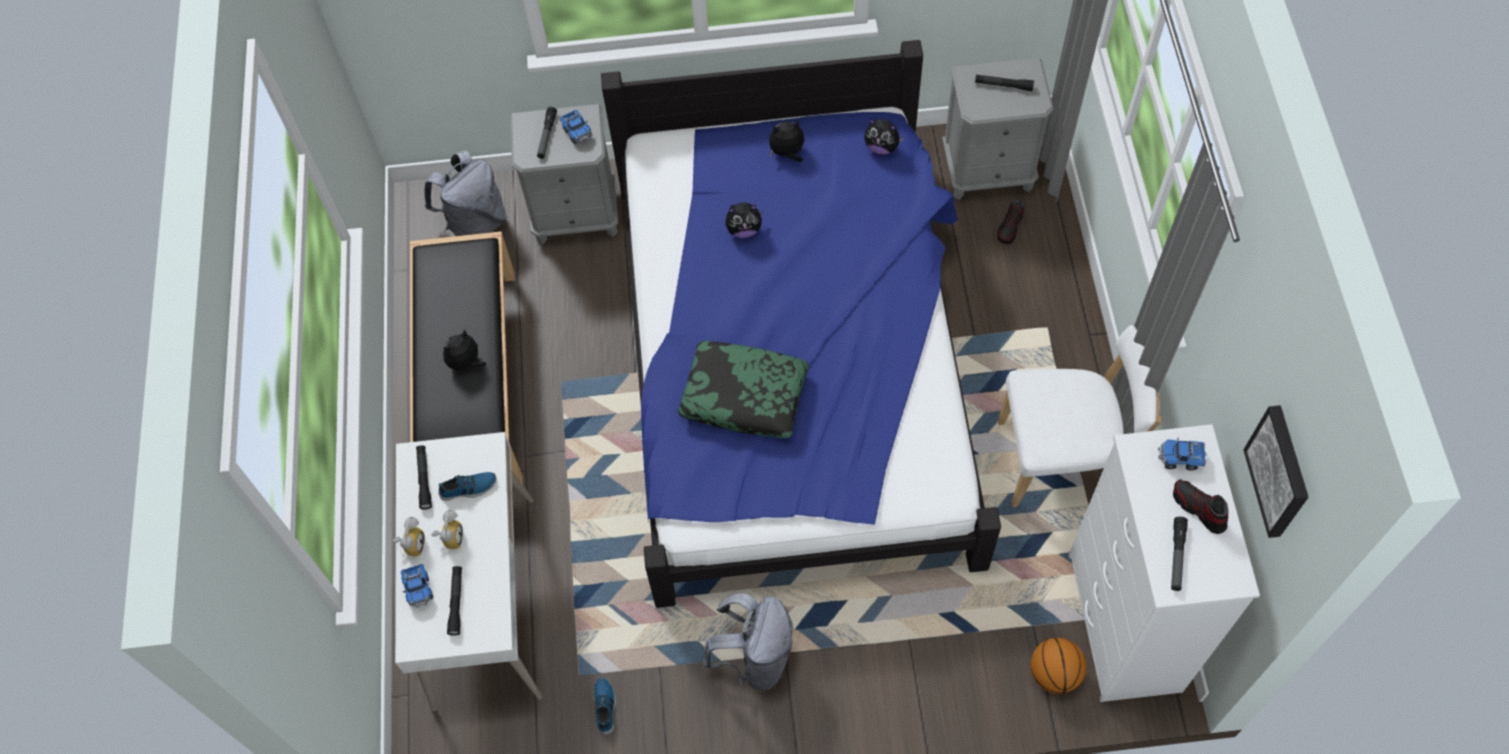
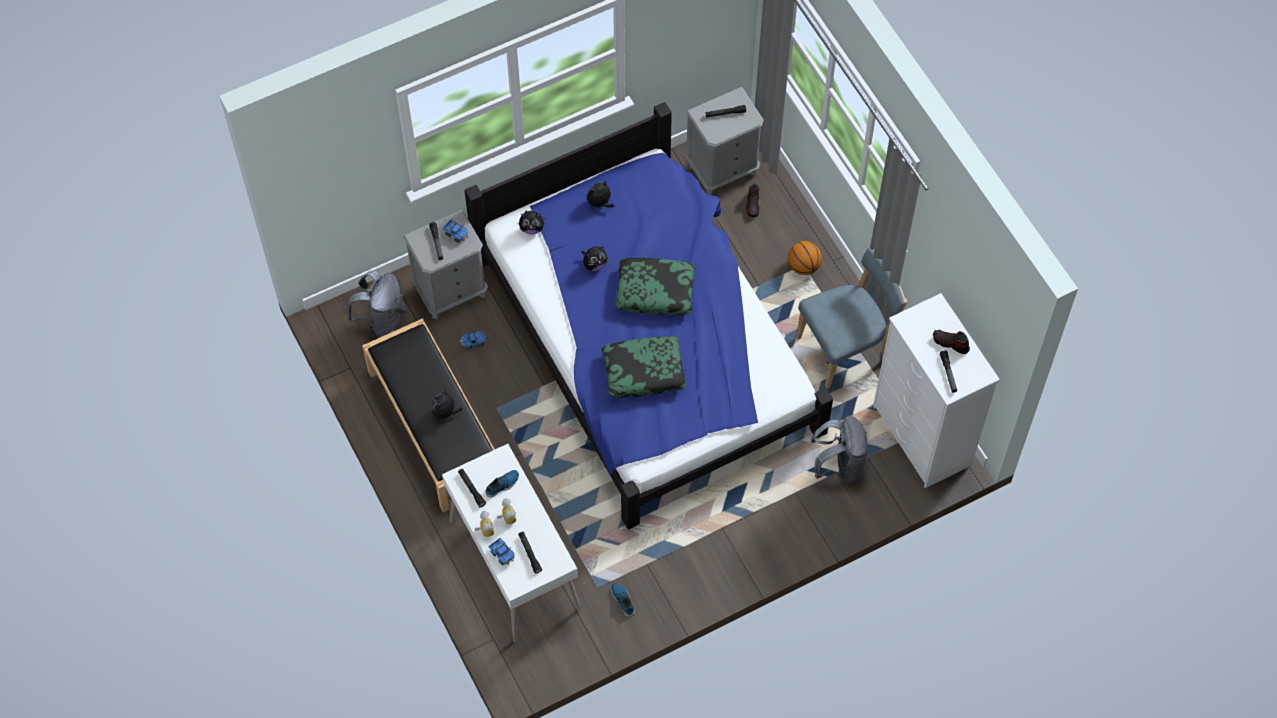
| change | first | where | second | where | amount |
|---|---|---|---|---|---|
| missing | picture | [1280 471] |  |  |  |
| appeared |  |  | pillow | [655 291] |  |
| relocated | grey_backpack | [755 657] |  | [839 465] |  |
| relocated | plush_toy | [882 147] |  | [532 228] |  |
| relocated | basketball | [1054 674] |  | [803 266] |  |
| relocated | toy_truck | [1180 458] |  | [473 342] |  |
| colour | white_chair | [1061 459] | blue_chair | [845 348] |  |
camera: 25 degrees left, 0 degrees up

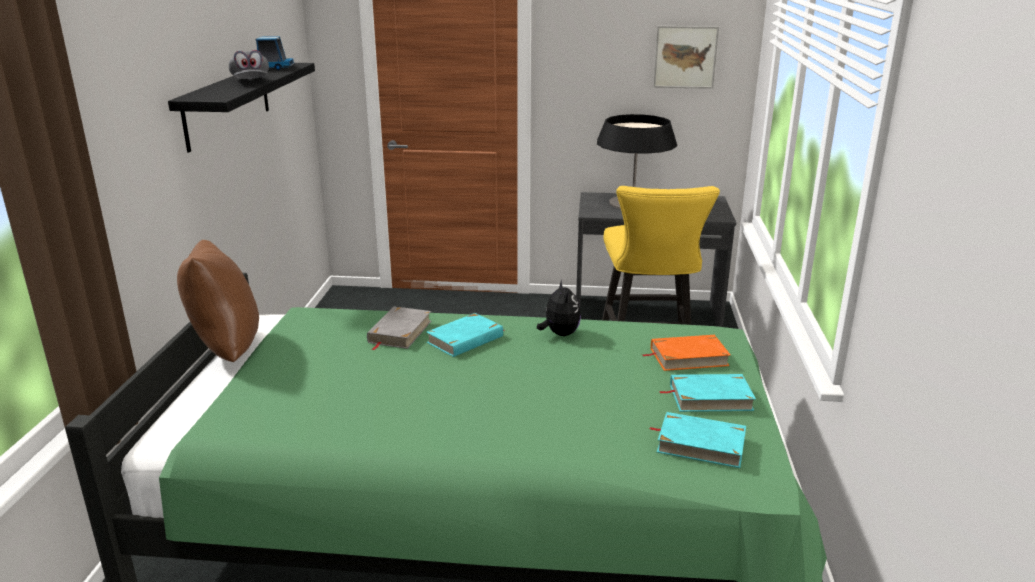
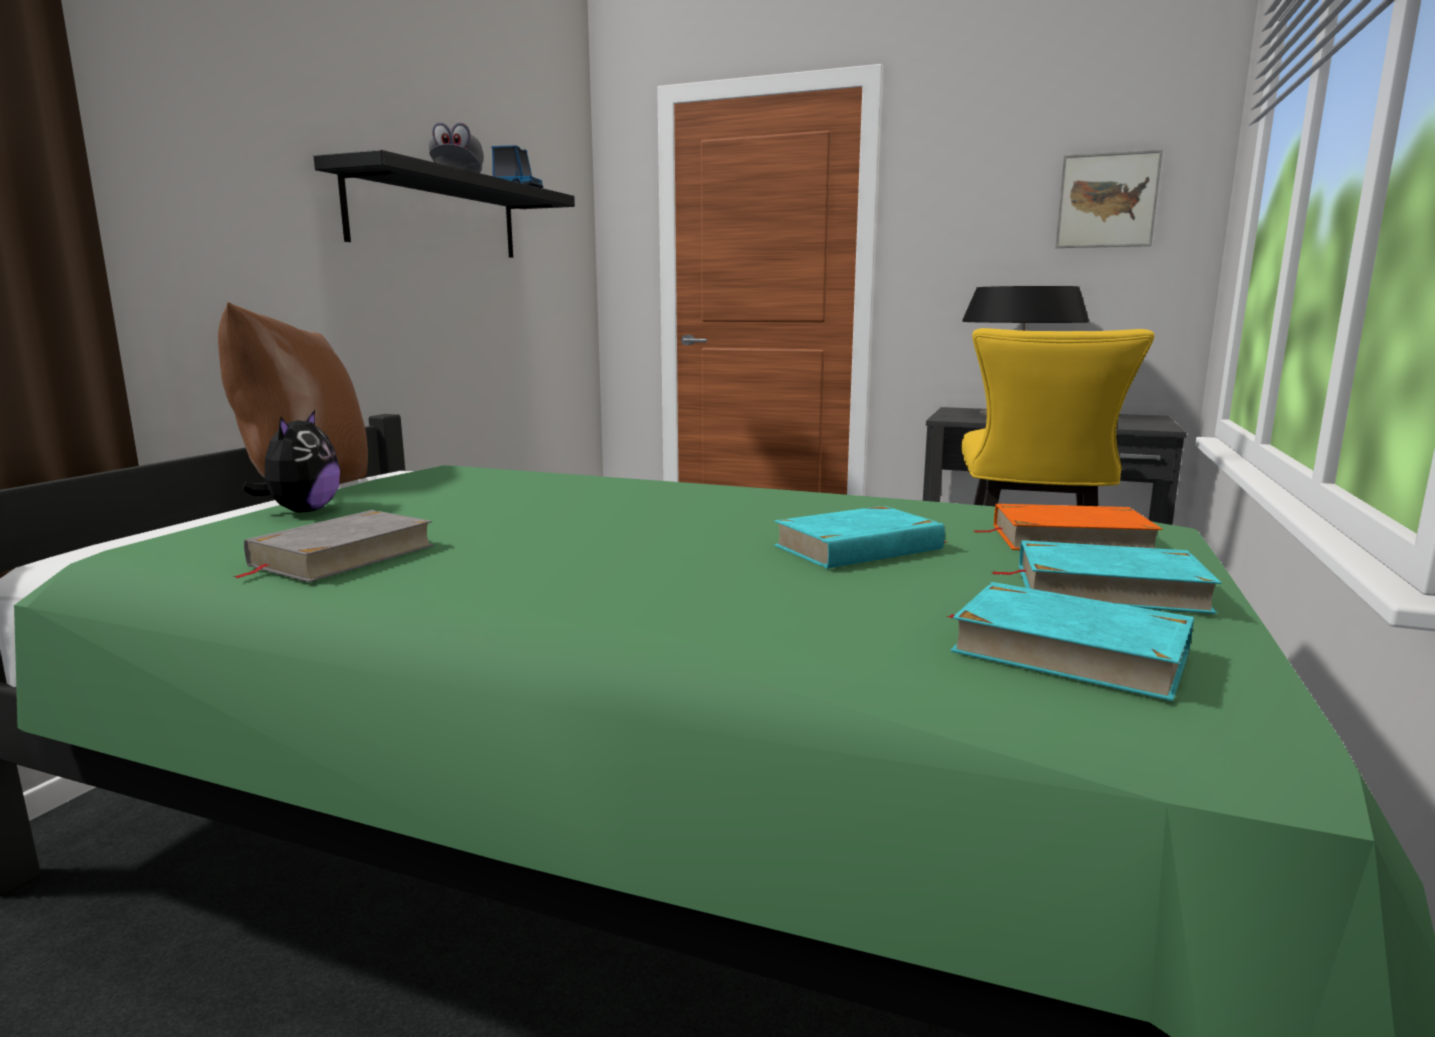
| change | first | where | second | where | amount |
|---|---|---|---|---|---|
| relocated | grey_book | [399 332] |  | [342 555] |  |
| relocated | turquoise_book | [465 339] |  | [859 548] |  |
| relocated | plush_toy | [559 334] |  | [302 511] |  |
camera: 15 degrees right, 10 degrees down

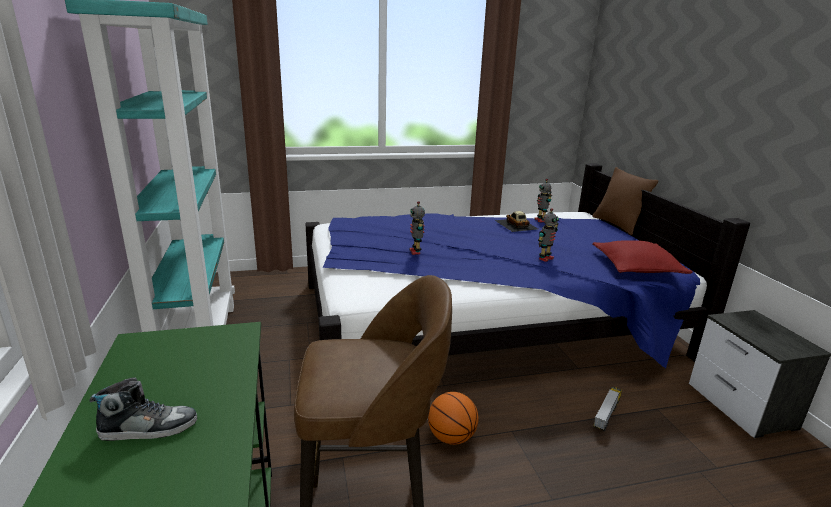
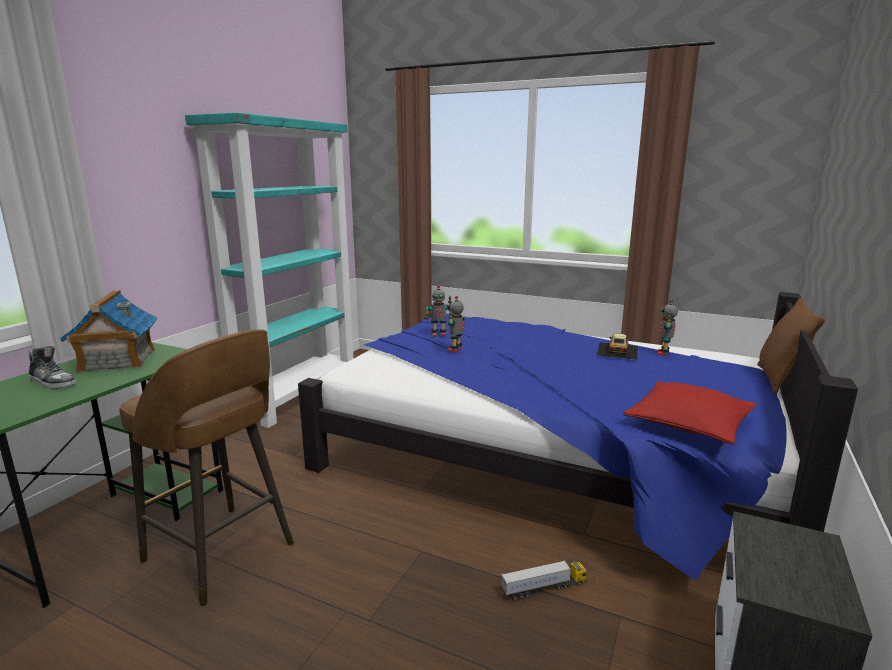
| change | first | where | second | where | amount |
|---|---|---|---|---|---|
| missing | basketball | [451 437] |  |  |  |
| appeared |  |  | toy_house | [117 361] |  |
| relocated | toy_robot | [545 258] |  | [438 334] |  |
camera: 40 degrees right, 5 degrees down

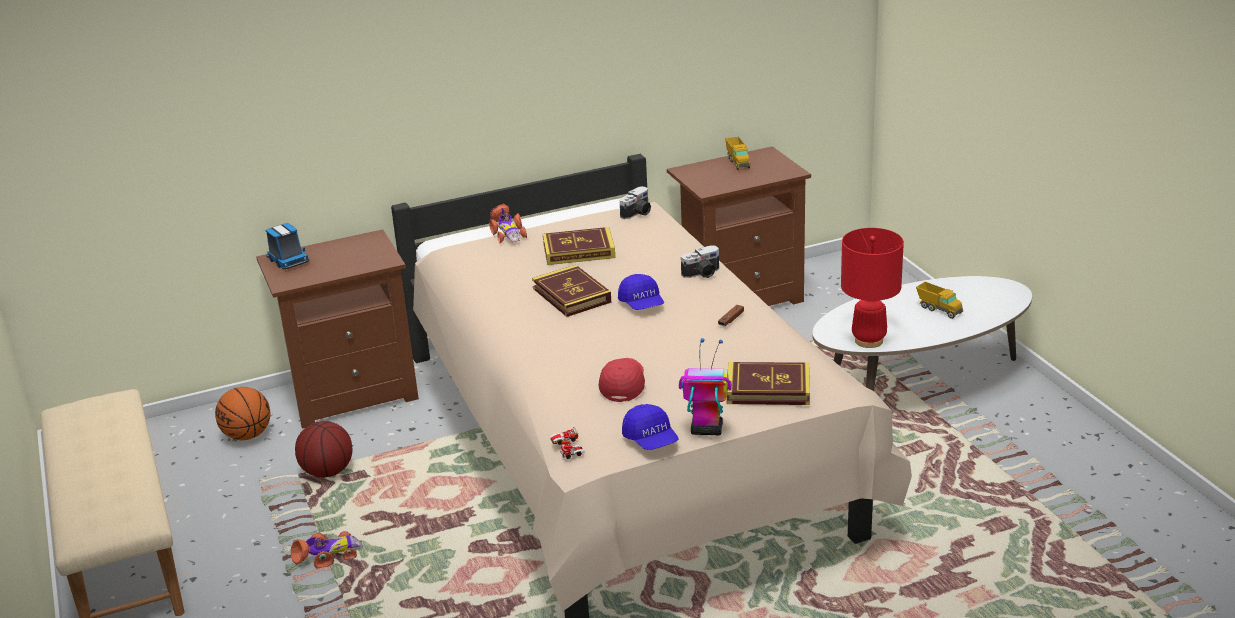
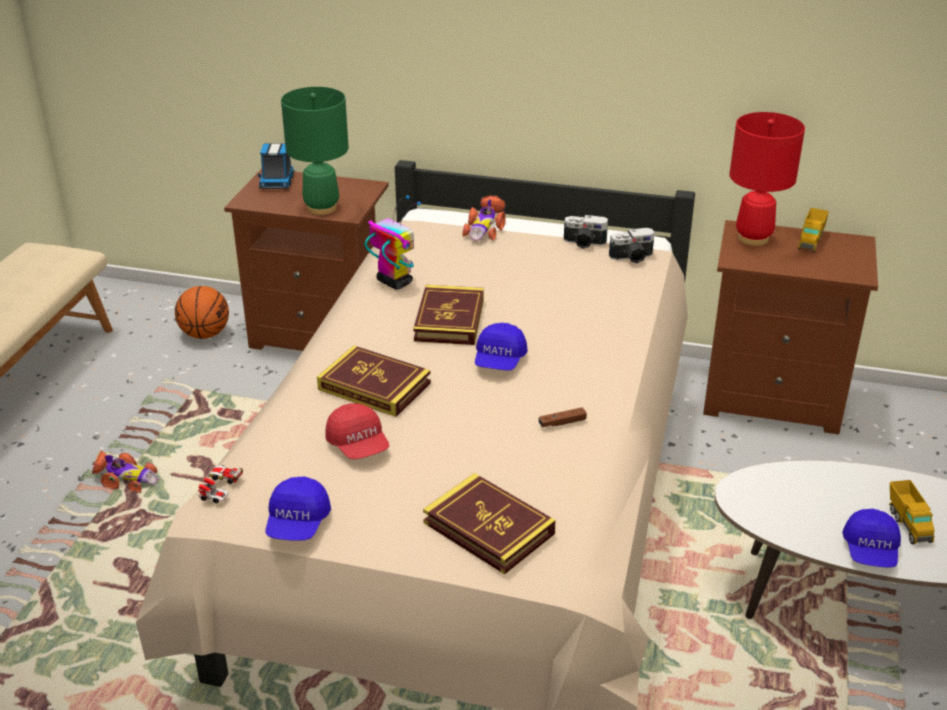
| change | first | where | second | where | amount |
|---|---|---|---|---|---|
| missing | basketball | [327 472] |  |  |  |
| appeared |  |  | green_table_lamp | [321 208] |  |
| appeared |  |  | blue_cap | [870 551] |  |
| relocated | book | [579 250] |  | [374 386] |  |
| relocated | toy_robot | [706 430] |  | [394 282] |  |
| relocated | photo_camera | [702 274] |  | [584 243] |  |
| relocated | red_table_lamp | [869 341] |  | [753 238] |  |
| spun | red_cap | [623 386] |  | [358 445] | 105 degrees clockwise |
camera: 35 degrees right, 5 degrees up

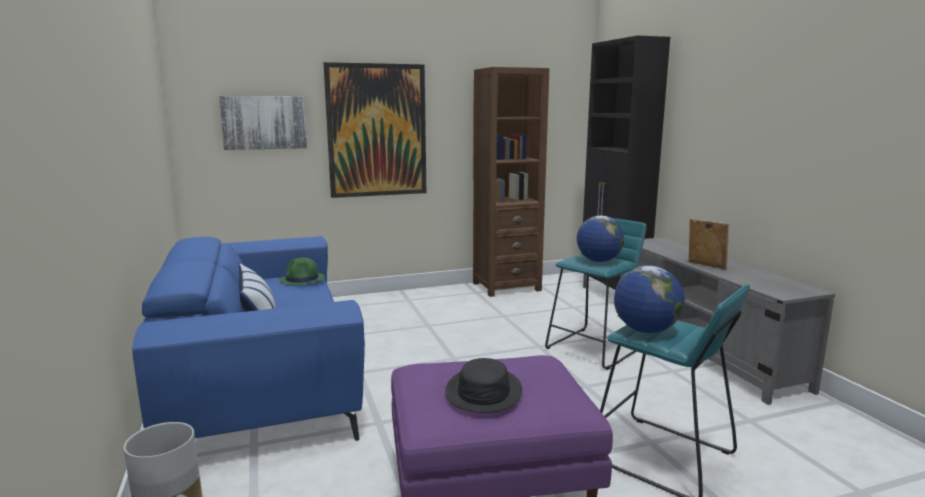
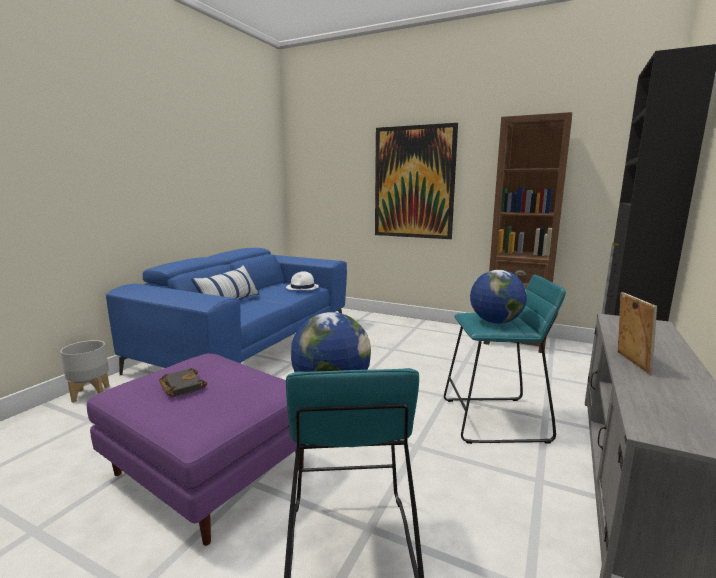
| change | first | where | second | where | amount |
|---|---|---|---|---|---|
| missing | picture | [264 122] |  |  |  |
| exchanged | black_hat | [483 391] | black_book | [181 386] |  |
| colour | green_hat | [302 279] | white_hat | [302 287] |  |
camera: 45 degrees right, 0 degrees up

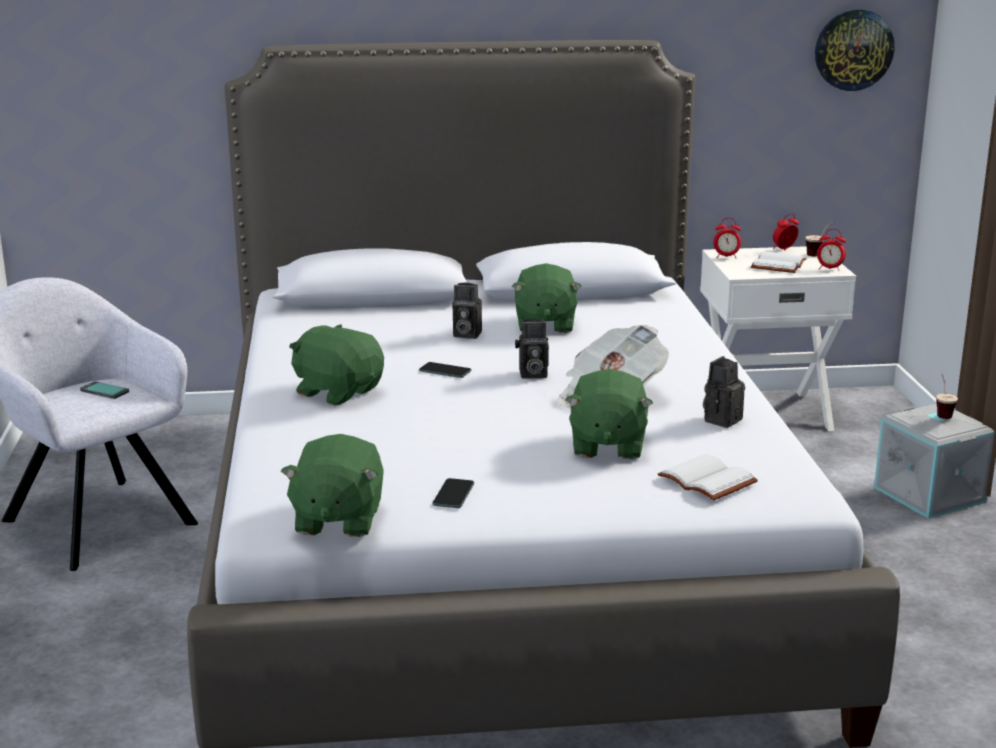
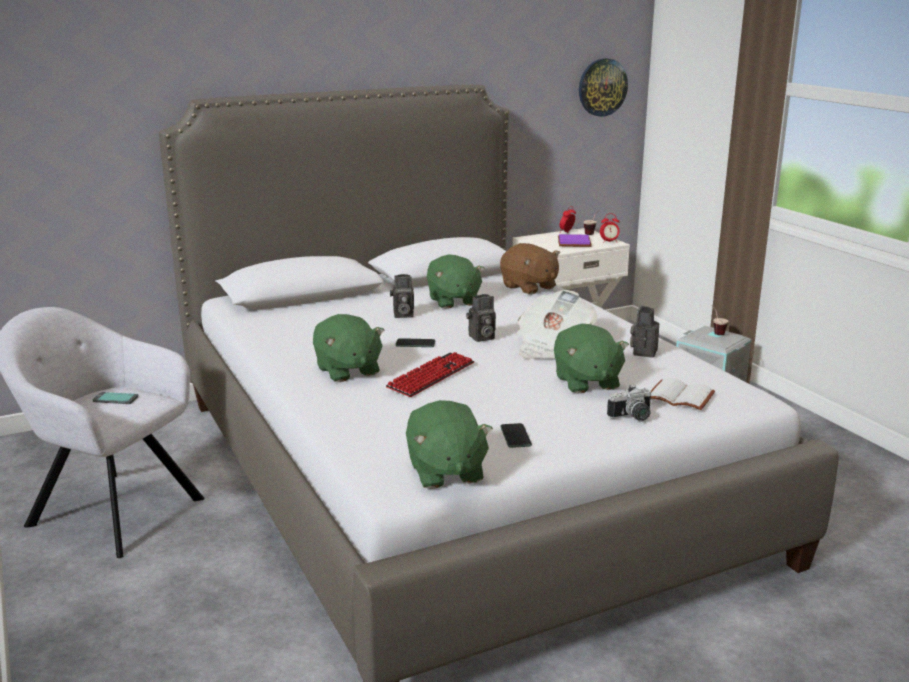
| change | first | where | second | where | amount |
|---|---|---|---|---|---|
| missing | alarm_clock | [726 257] |  |  |  |
| appeared |  |  | keyboard | [431 376] |  |
| appeared |  |  | brown_plush_toy | [529 287] |  |
| appeared |  |  | photo_camera | [633 417] |  |
| colour | white_book | [779 265] | purple_book | [575 243] |  |
| spun | green_plush_toy | [338 392] |  | [347 371] | 135 degrees counterclockwise |
camera: 20 degrees left, 0 degrees up

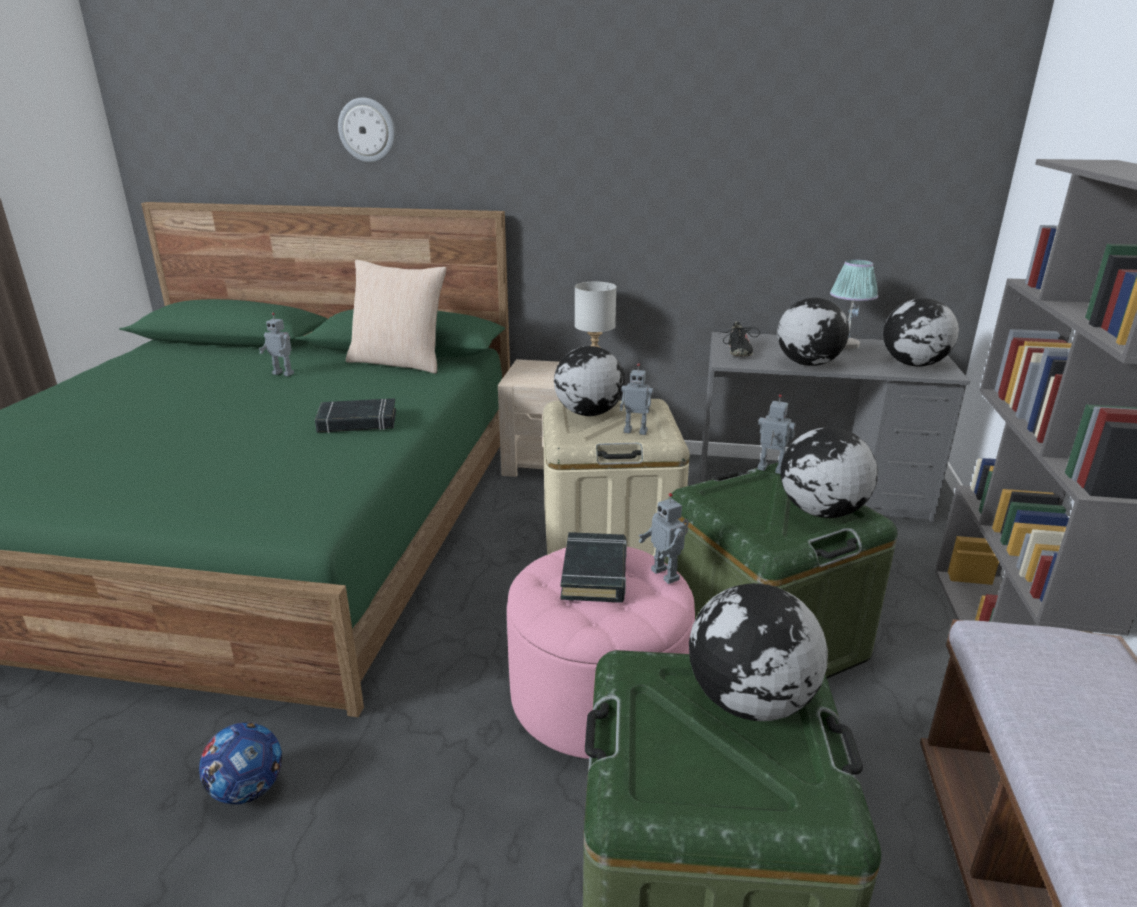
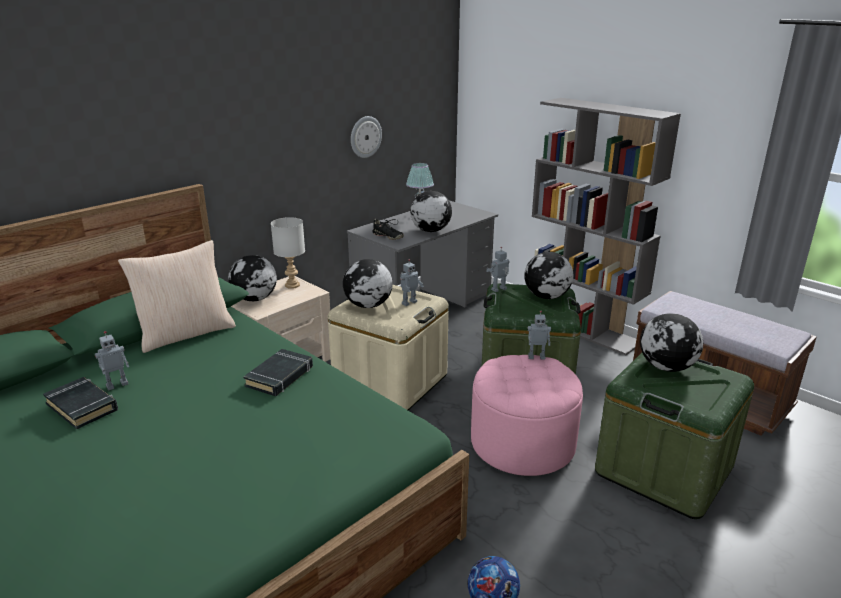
| change | first | where | second | where | amount |
|---|---|---|---|---|---|
| relocated | wall_clock | [367 130] |  | [365 136] |  |
| relocated | black_book | [595 573] |  | [82 406] |  |
| relocated | globe | [913 364] |  | [255 299] |  |
camera: 55 degrees left, 0 degrees up

